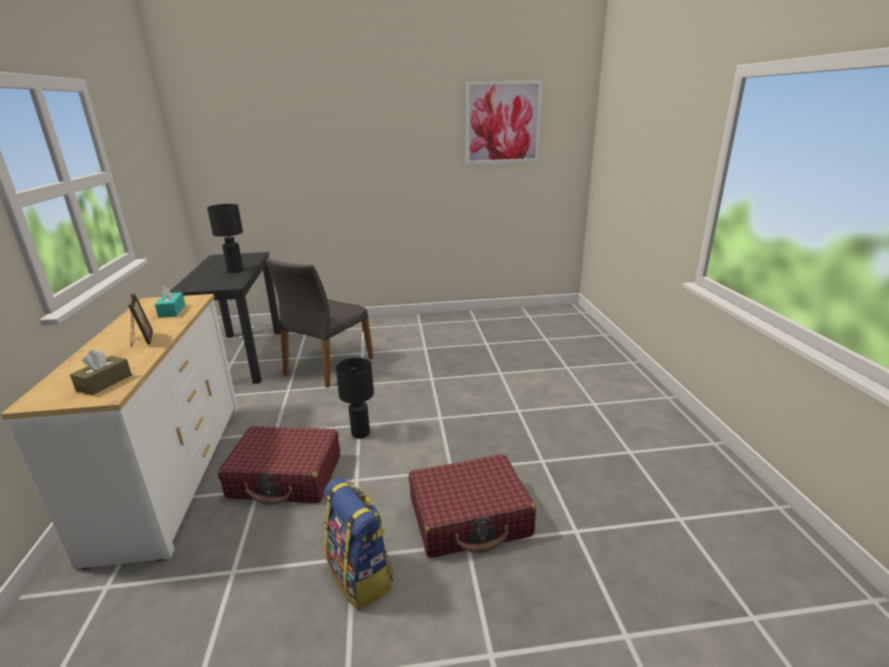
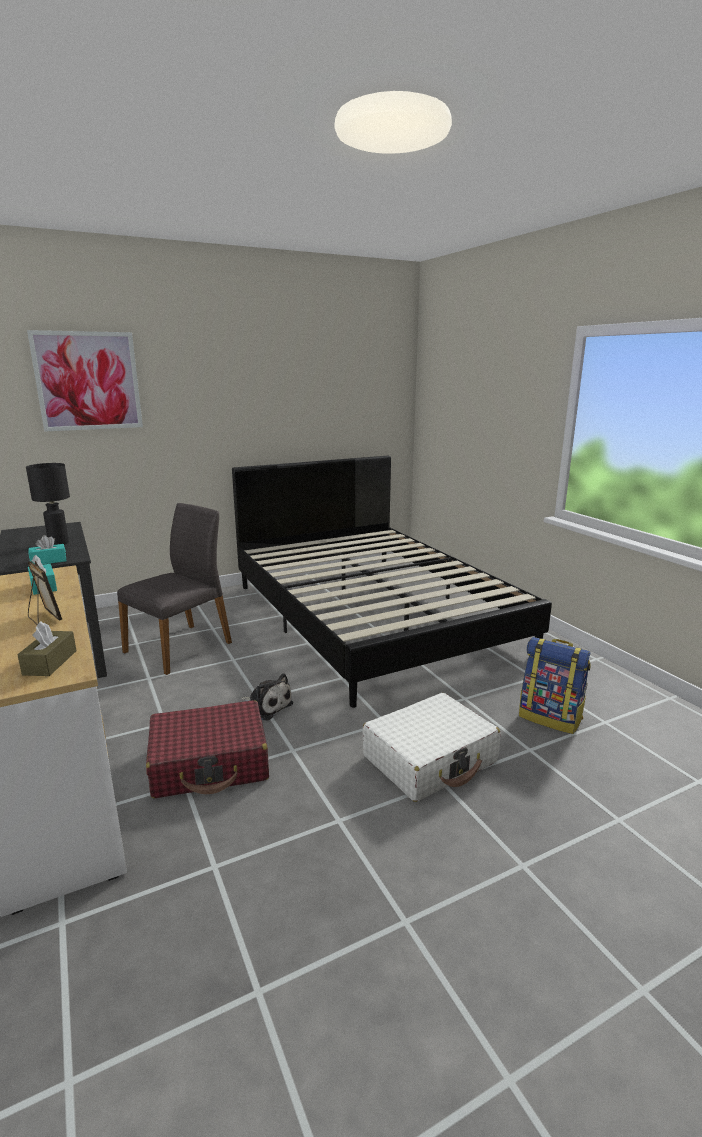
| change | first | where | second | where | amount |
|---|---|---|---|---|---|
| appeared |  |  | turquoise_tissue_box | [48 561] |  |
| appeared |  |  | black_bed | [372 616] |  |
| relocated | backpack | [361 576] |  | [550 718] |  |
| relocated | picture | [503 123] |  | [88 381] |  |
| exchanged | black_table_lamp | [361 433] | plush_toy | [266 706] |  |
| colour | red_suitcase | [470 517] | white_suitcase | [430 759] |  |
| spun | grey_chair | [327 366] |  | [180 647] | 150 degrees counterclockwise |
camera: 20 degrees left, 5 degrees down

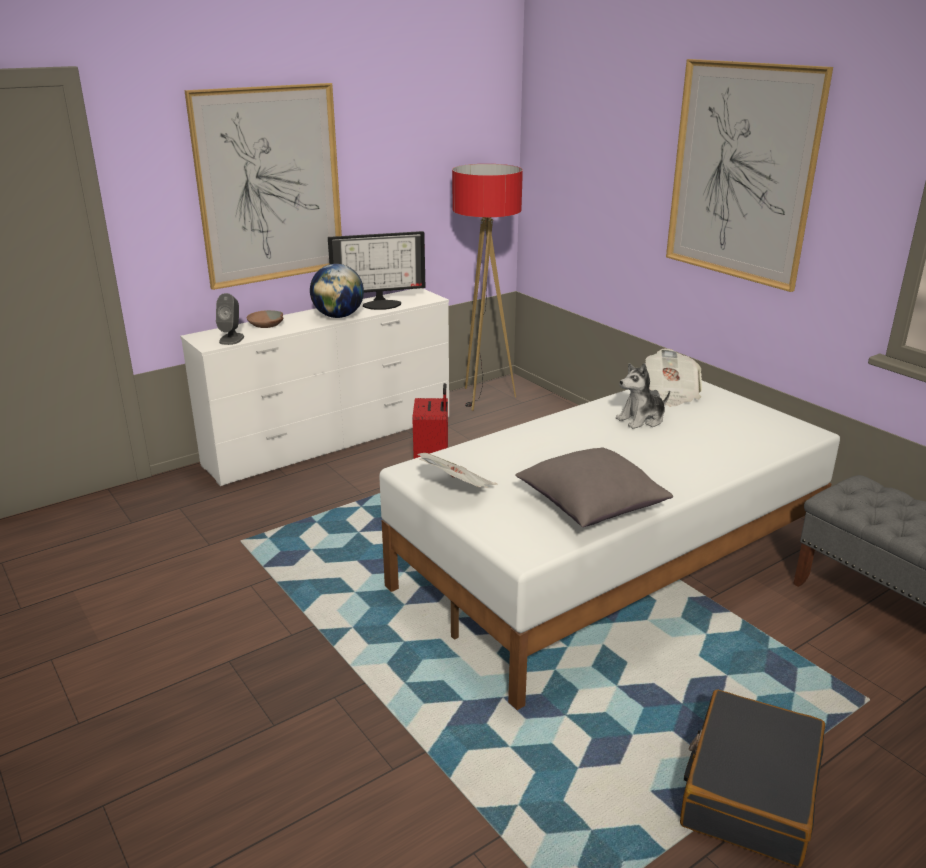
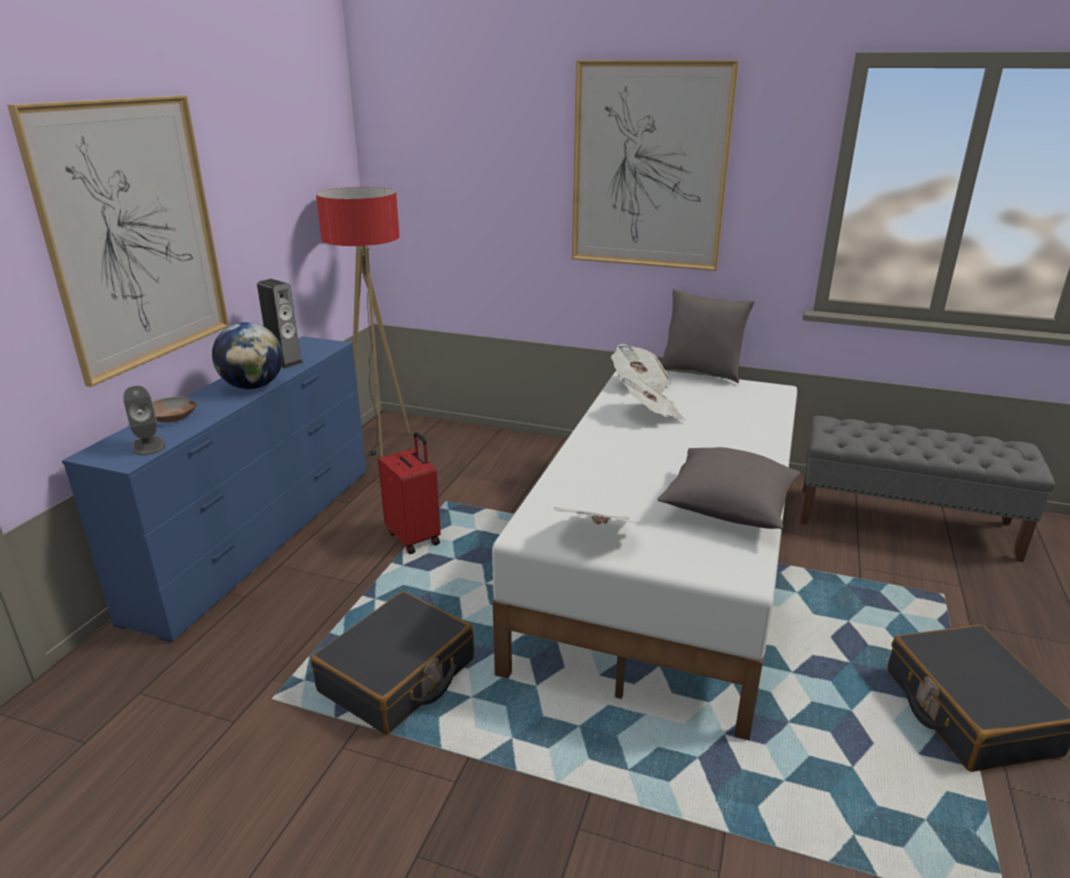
| change | first | where | second | where | amount |
|---|---|---|---|---|---|
| appeared |  |  | black_suitcase | [398 676] |  |
| appeared |  |  | grey_pillow | [701 372] |  |
| exchanged | monitor | [382 303] | speaker | [285 361] |  |
| exchanged | plush_toy | [641 419] | newspaper | [652 415] |  |
| colour | white_dresser | [332 441] | blue_dresser | [261 537] |  |
camera: 35 degrees left, 0 degrees up

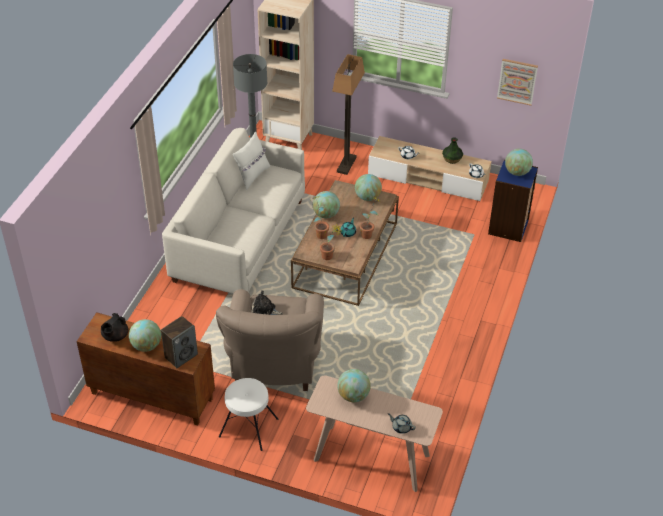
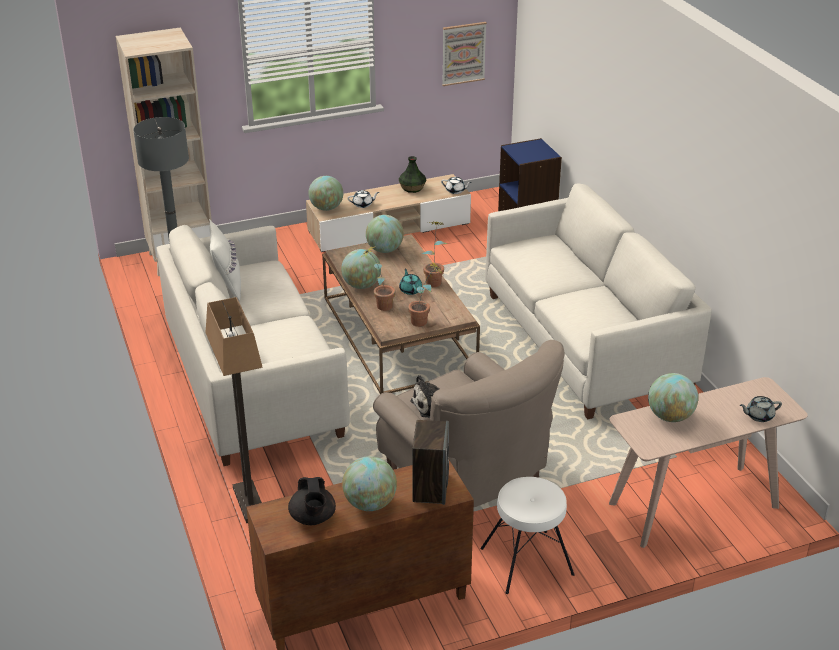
| change | first | where | second | where | amount |
|---|---|---|---|---|---|
| appeared |  |  | white_sofa | [585 342] |  |
| relocated | floor_lamp | [346 164] |  | [249 502] |  |
| relocated | globe | [517 172] |  | [326 208] |  |
camera: 40 degrees left, 10 degrees down

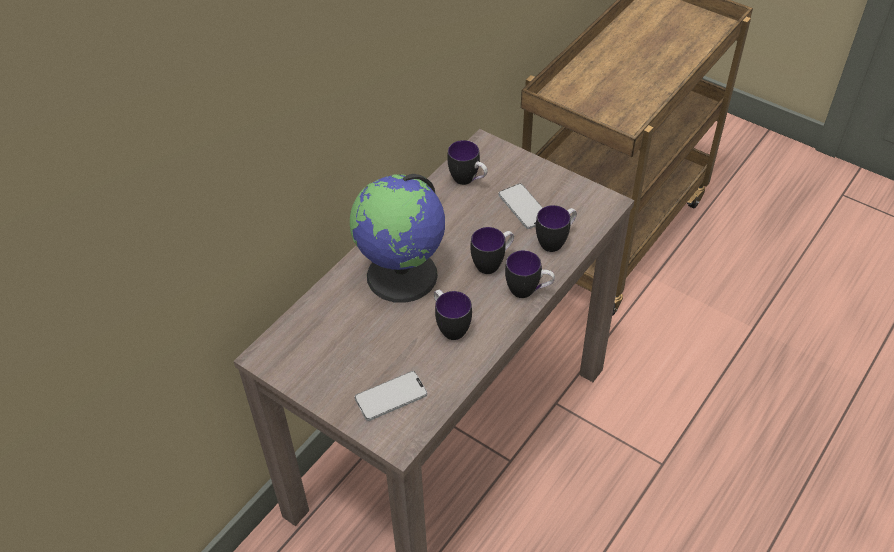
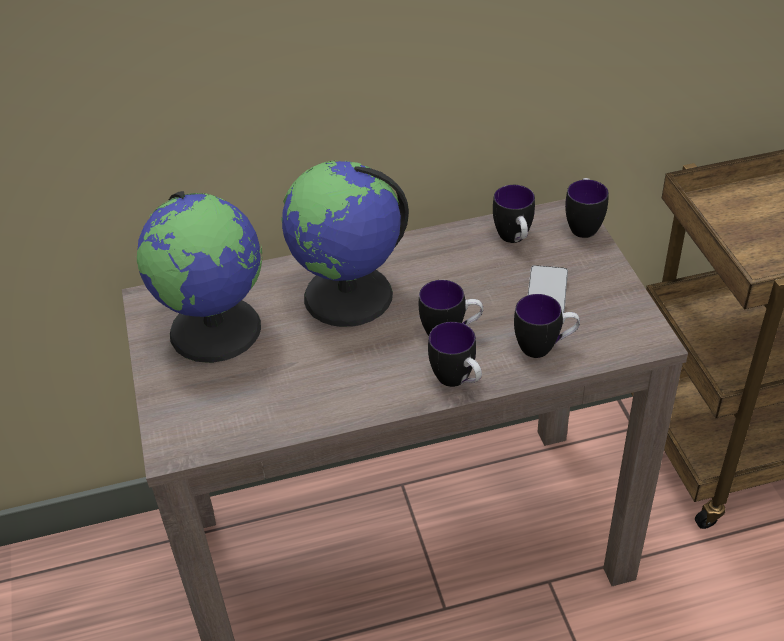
| change | first | where | second | where | amount |
|---|---|---|---|---|---|
| missing | phone | [391 397] |  |  |  |
| appeared |  |  | globe | [217 328] |  |
| relocated | mug | [450 326] |  | [583 225] |  |
camera: 40 degrees right, 5 degrees down

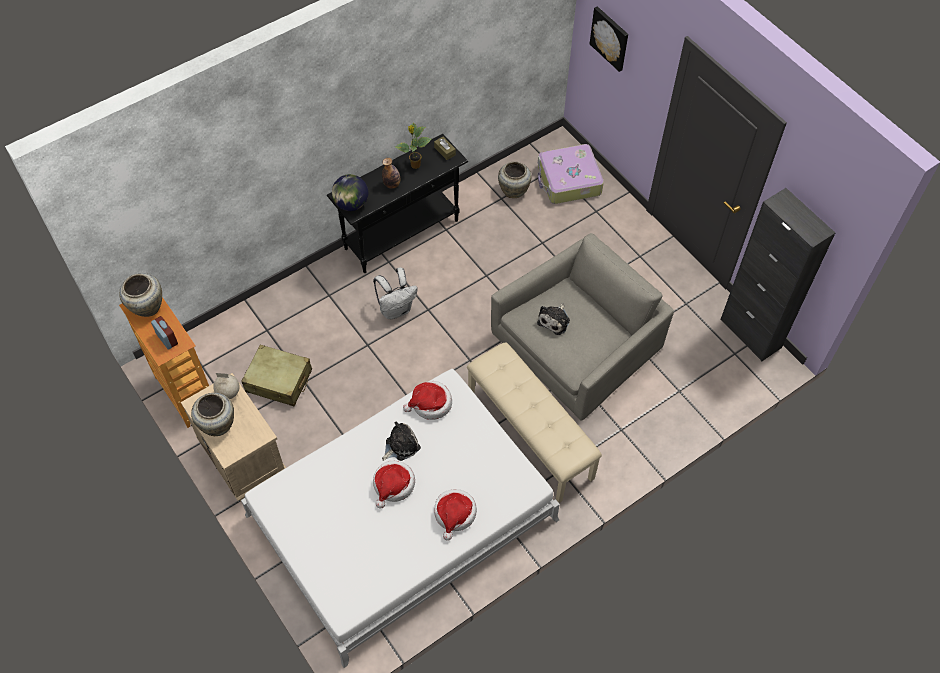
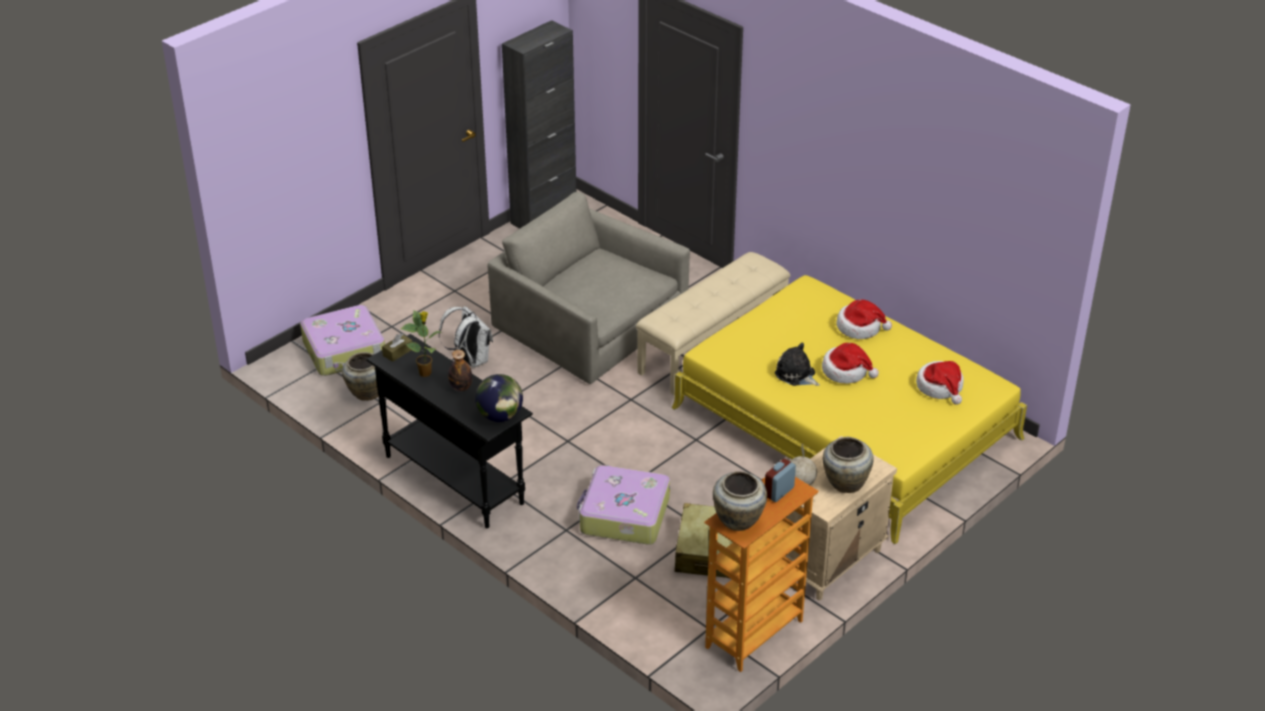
| change | first | where | second | where | amount |
|---|---|---|---|---|---|
| missing | plush_toy | [555 320] |  |  |  |
| missing | picture | [610 38] |  |  |  |
| appeared |  |  | suitcase | [623 515] |  |
| relocated | white_backpack | [396 309] |  | [470 360] |  |
| relocated | hat | [430 404] |  | [940 387] |  |
| colour | white_bed | [402 517] | yellow_bed | [845 423] |  |
camera: 100 degrees left, 20 degrees down

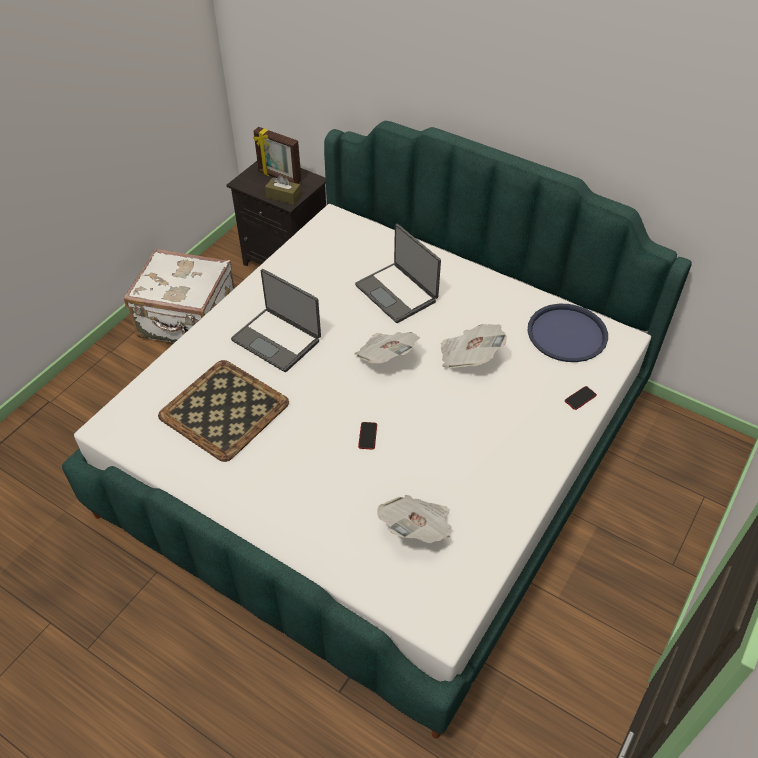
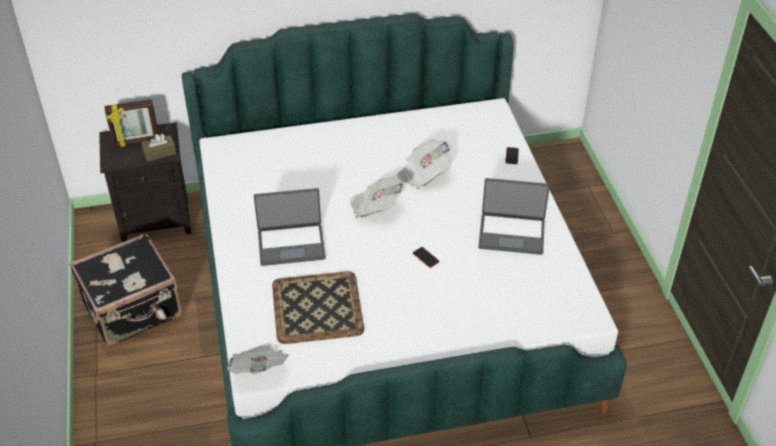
| change | first | where | second | where | amount |
|---|---|---|---|---|---|
| missing | blue_tray | [567 334] |  |  |  |
| relocated | laptop | [397 293] |  | [511 234] |  |
| relocated | newspaper | [417 528] |  | [259 369] |  |
| colour | white_suitcase | [188 322] | black_suitcase | [133 311] |  |
camera: 45 degrees left, 5 degrees down

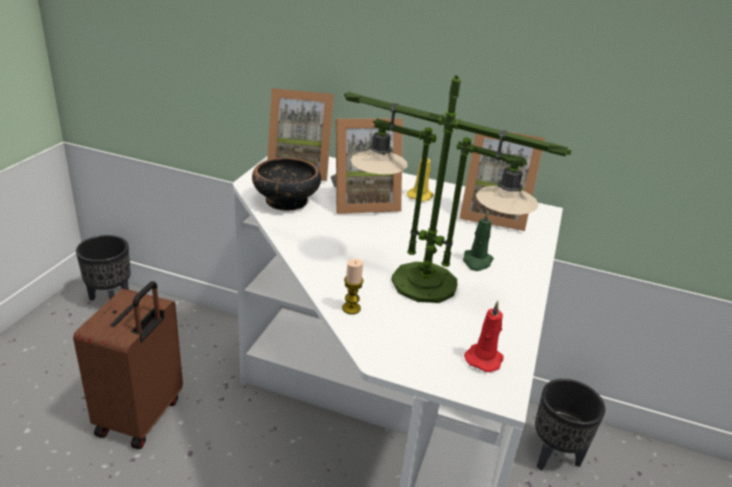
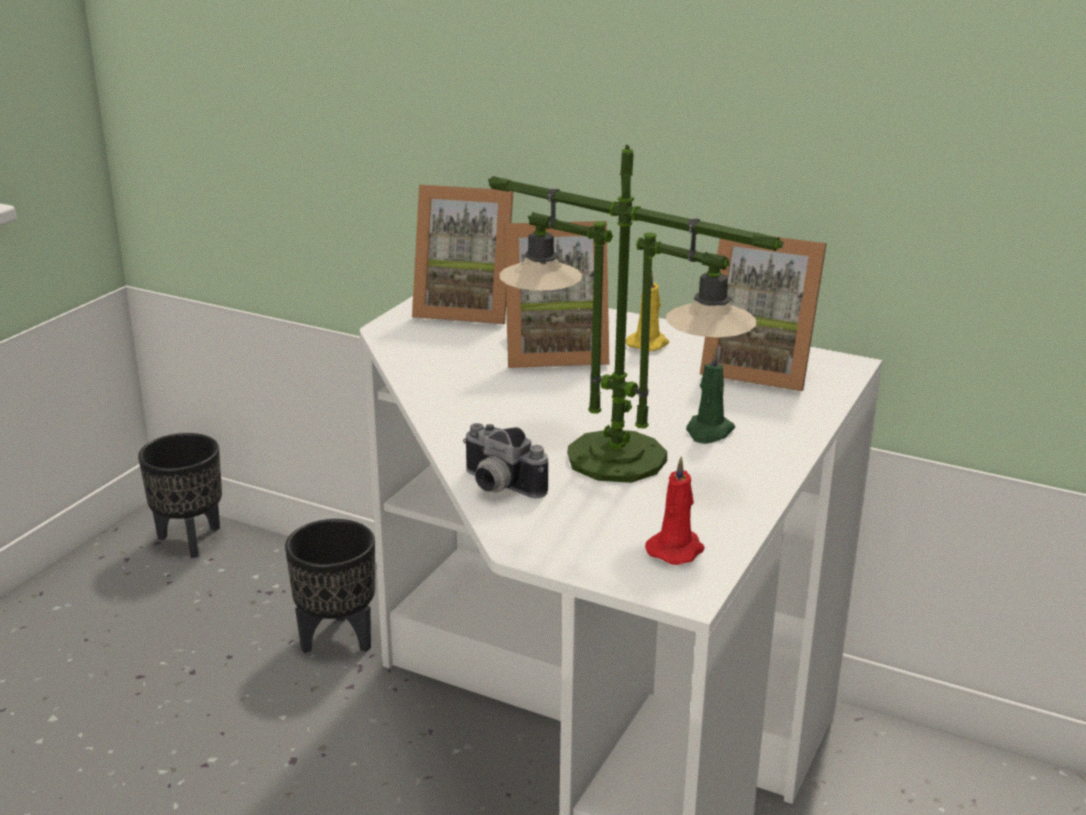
| change | first | where | second | where | amount |
|---|---|---|---|---|---|
| missing | brown_suitcase | [142 417] |  |  |  |
| missing | bowl | [285 201] |  |  |  |
| relocated | black_planter | [554 455] |  | [338 638] |  |
| exchanged | candle | [351 308] | photo_camera | [497 487] |  |
camera: 10 degrees right, 5 degrees down

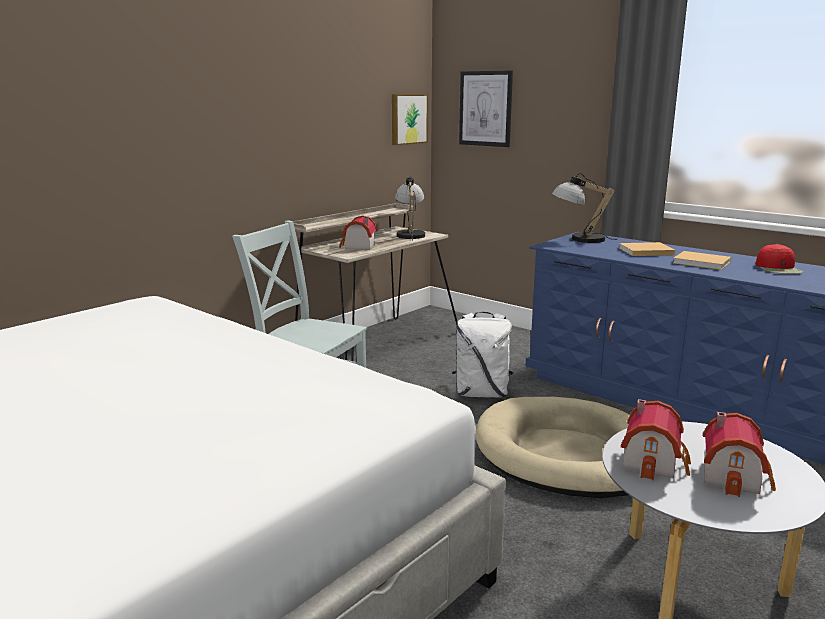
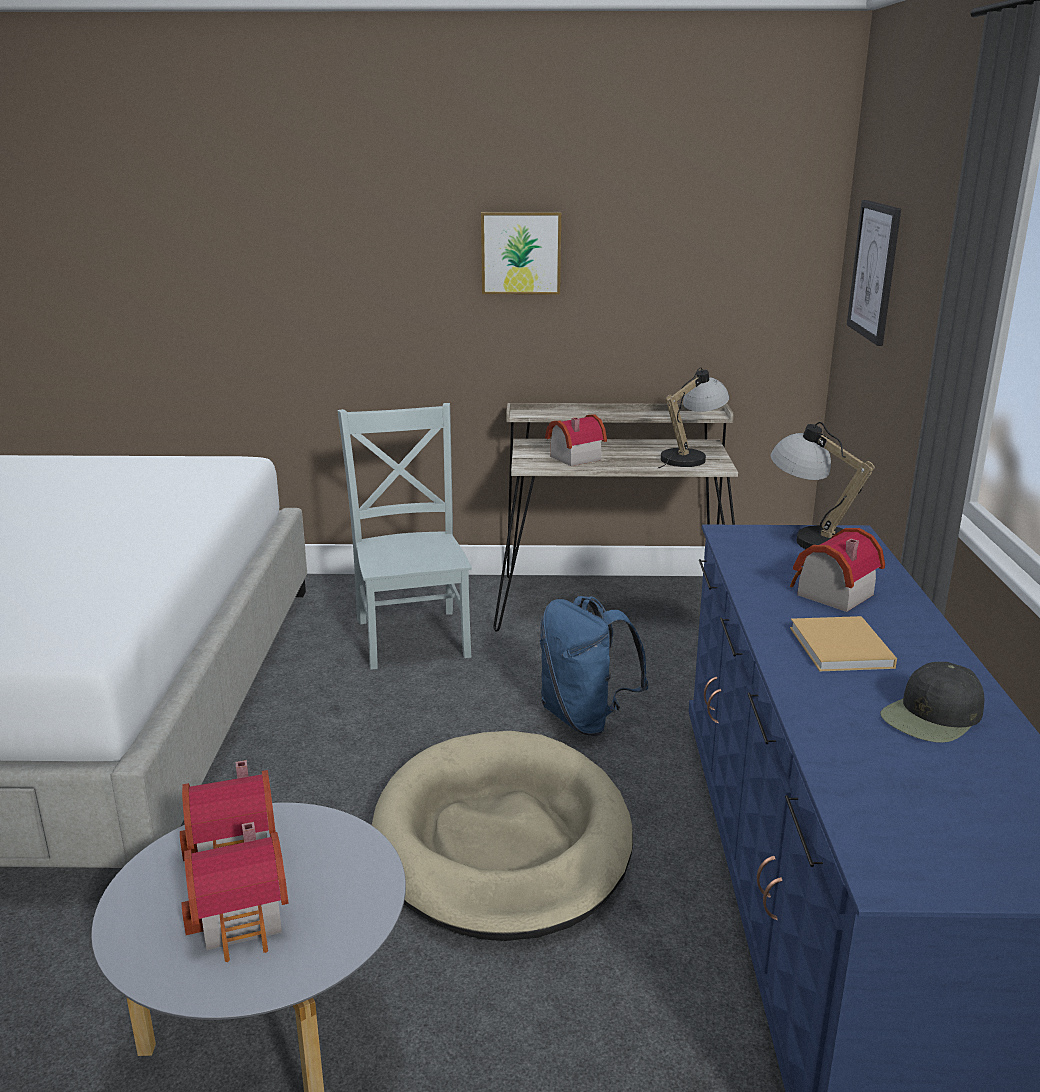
| change | first | where | second | where | amount |
|---|---|---|---|---|---|
| relocated | picture | [408 119] |  | [521 252] |  |
| exchanged | beige_book | [644 251] | toy_house | [829 594] |  |
| colour | white_backpack | [482 393] | blue_backpack | [585 719] |  |
| colour | red_cap | [778 268] | black_cap | [932 716] |  |
camera: 50 degrees right, 5 degrees up

